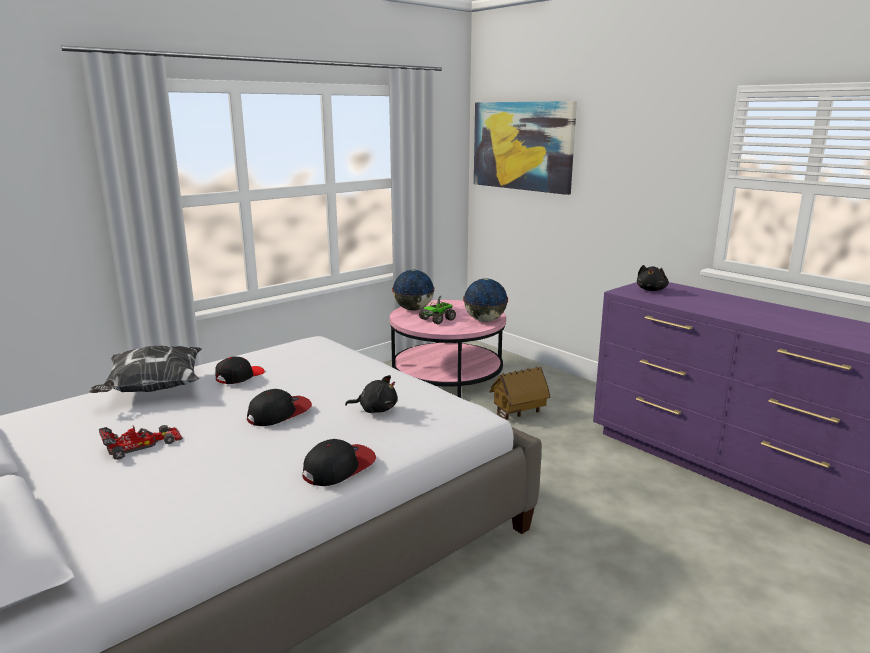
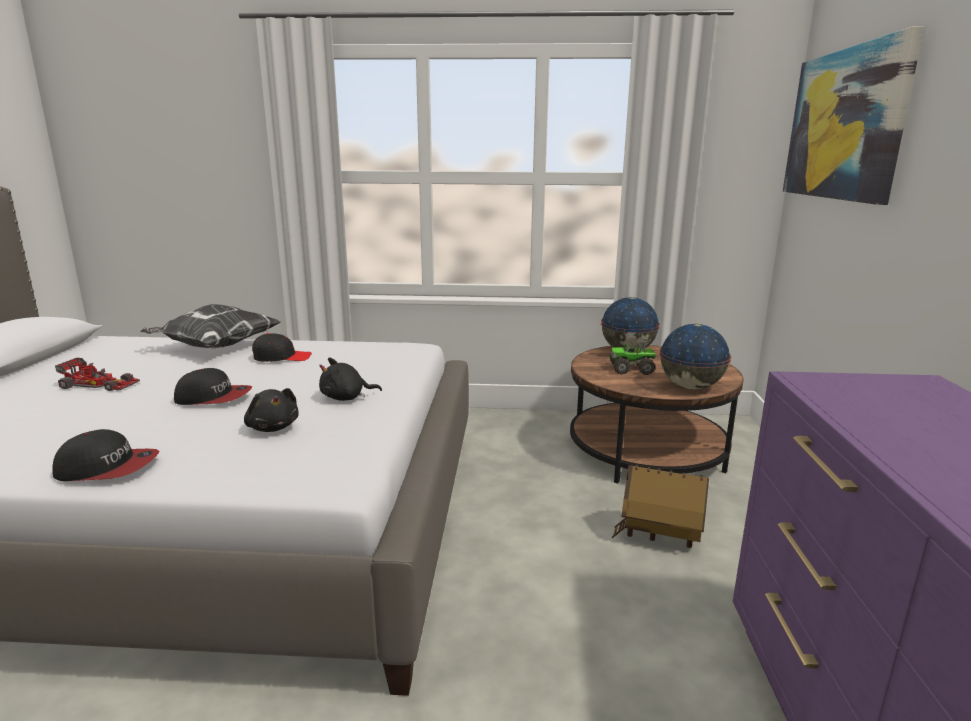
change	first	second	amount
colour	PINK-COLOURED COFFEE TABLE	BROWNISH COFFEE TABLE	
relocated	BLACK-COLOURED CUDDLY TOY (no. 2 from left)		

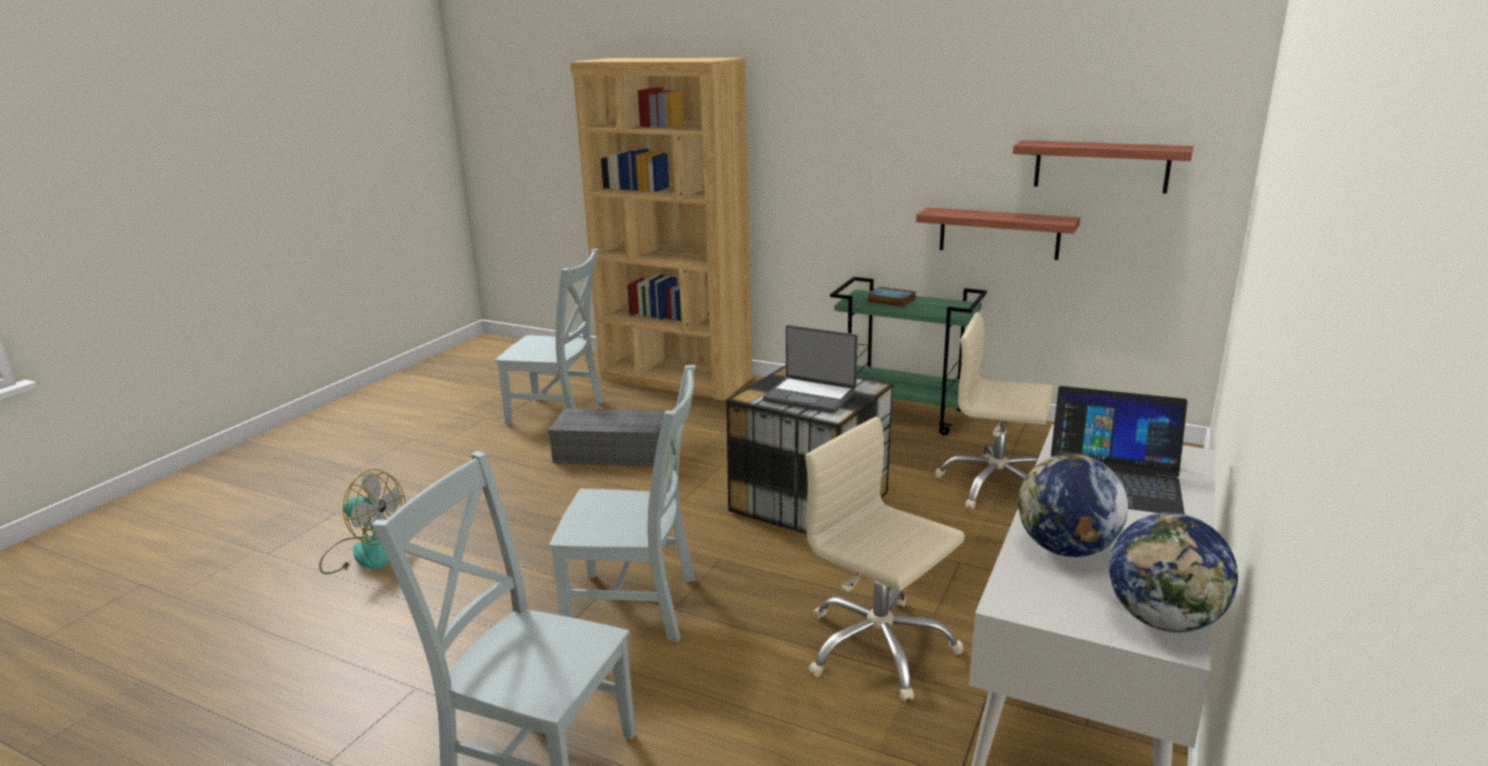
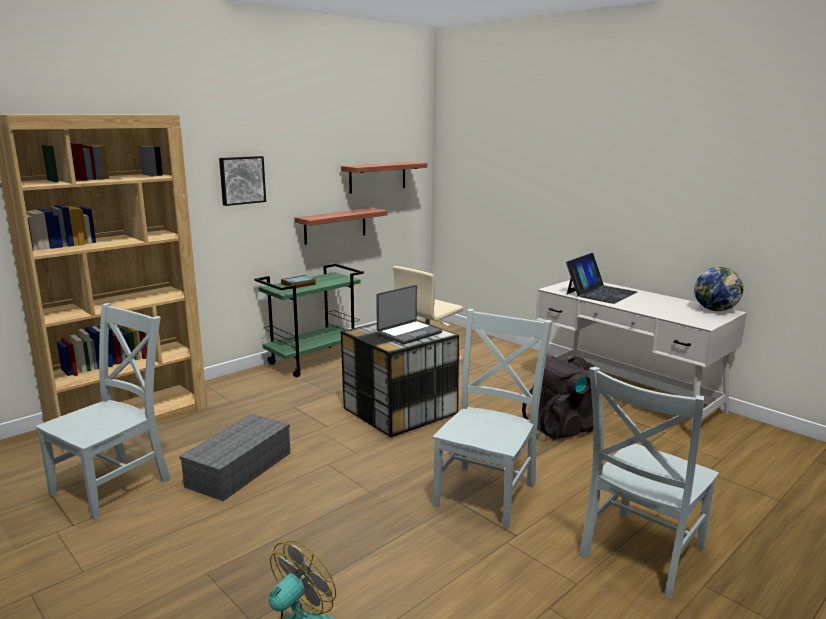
change	first	second	amount
exchanged	BEIGE-COLOURED COMPUTER CHAIR (no. 1 from left)	BLACK-COLOURED BACKPACK	
missing	GLOBE (no. 1 from left)		
appeared		PICTURE	

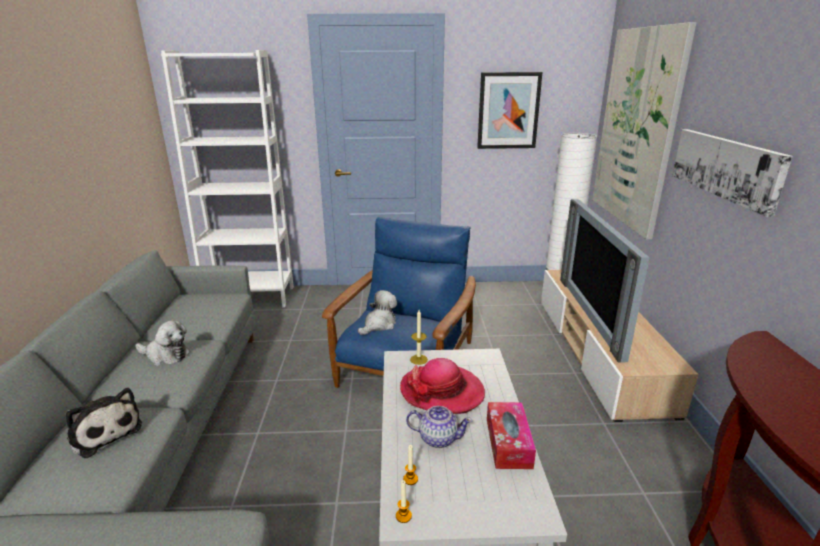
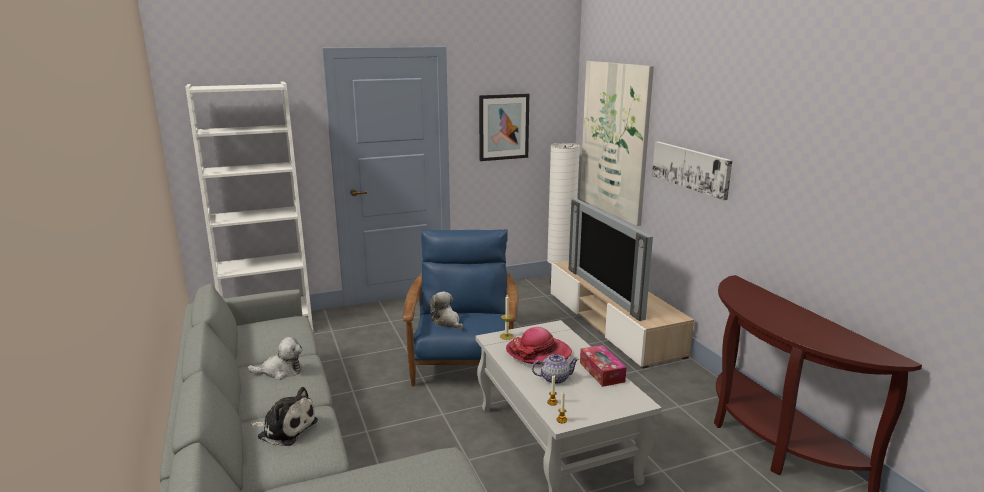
change	first	second	amount
spun	CUDDLY TOY (no. 3 from left)		60 degrees counterclockwise

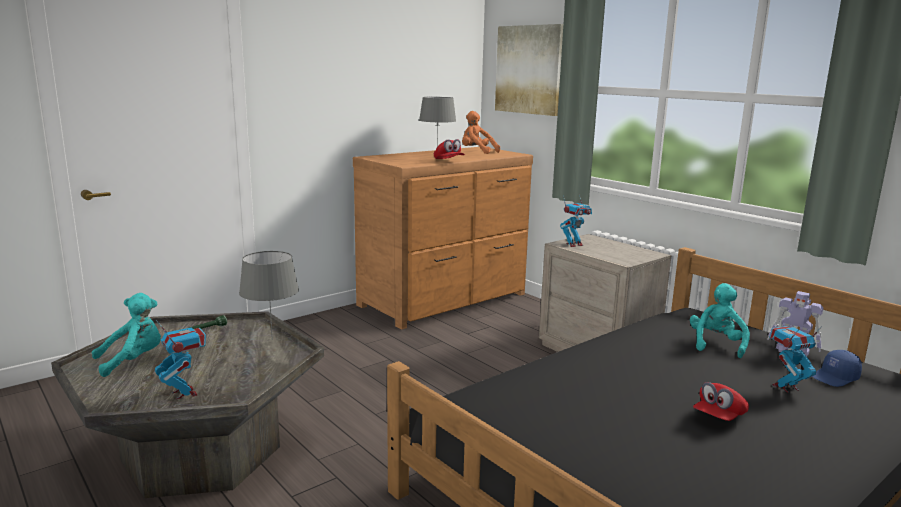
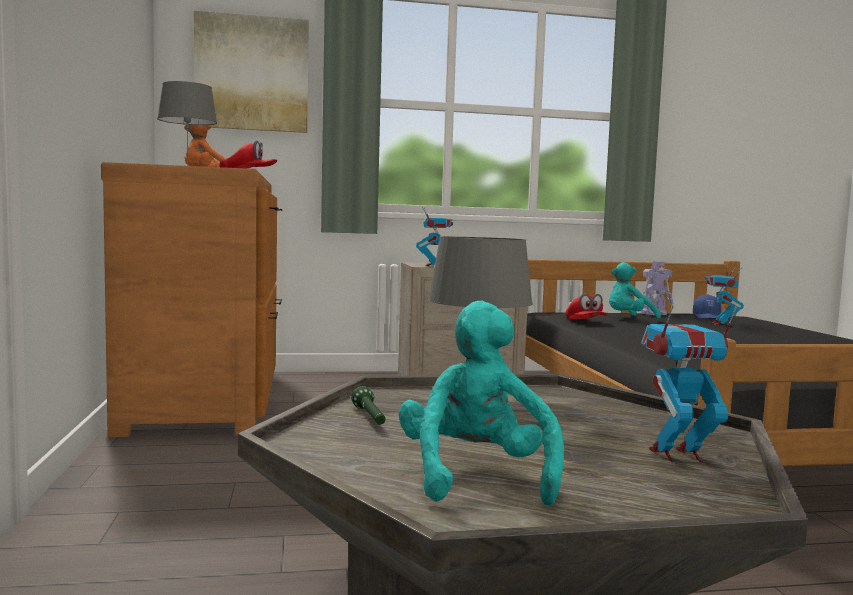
change	first	second	amount
spun	TURQUOISE-COLOURED CUDDLY TOY (no. 2 from left)		75 degrees counterclockwise
relocated	RED BASEBALL CAP (no. 2 from left)		

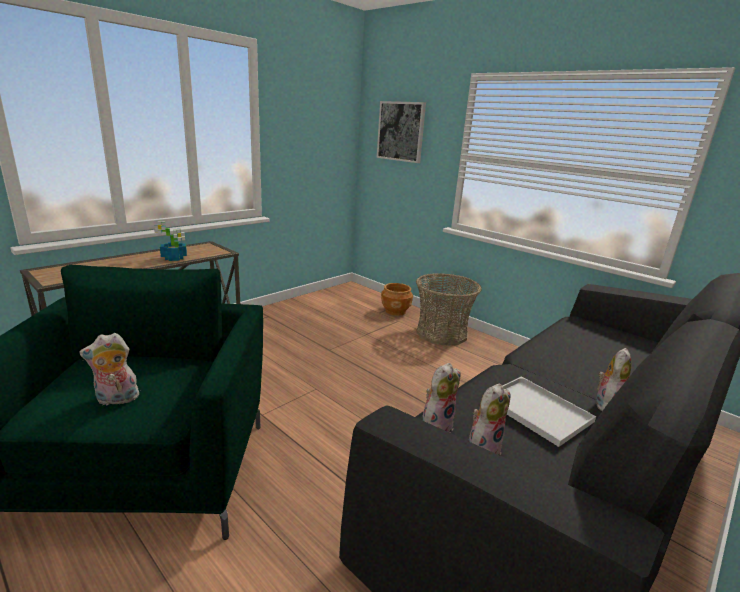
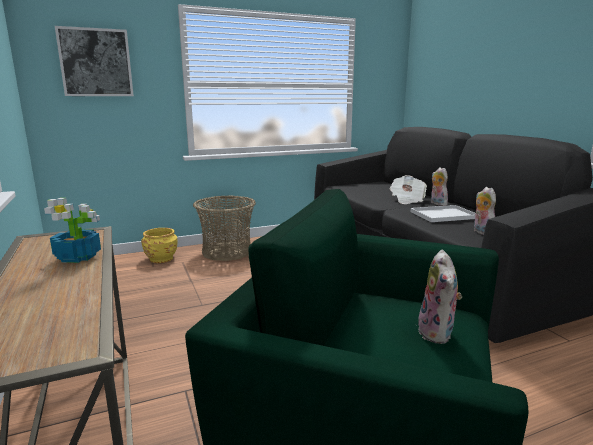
change	first	second	amount
colour	BROWNISH PLANT POT	YELLOW PLANT POT	
missing	CUDDLY TOY (no. 2 from left)		
appeared		DAILY PAPER	

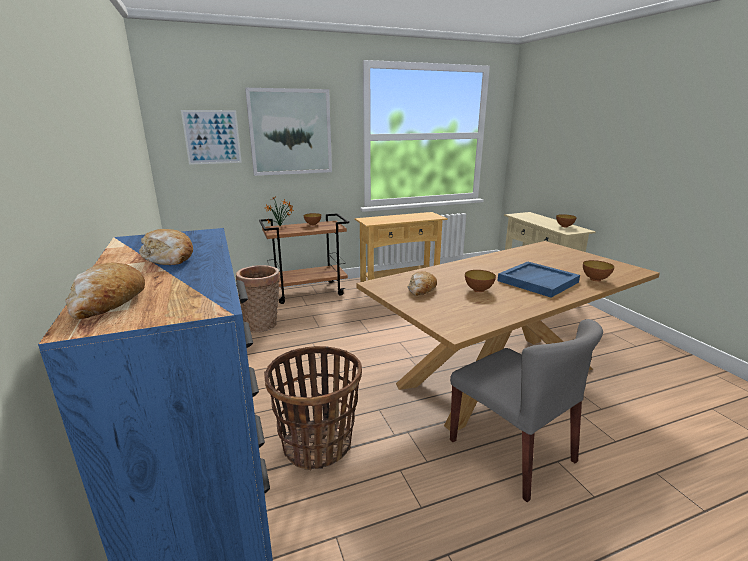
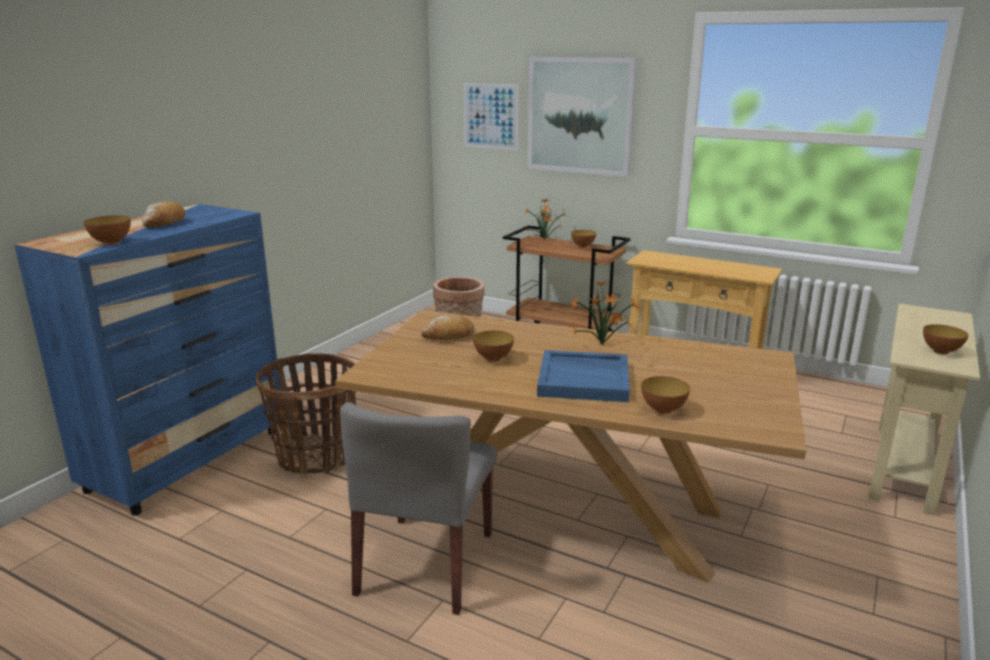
change	first	second	amount
missing	BREAD (no. 1 from left)		
appeared		SERVING BOWL (no. 1 from left)	
appeared		HOUSEPLANT (no. 2 from left)	

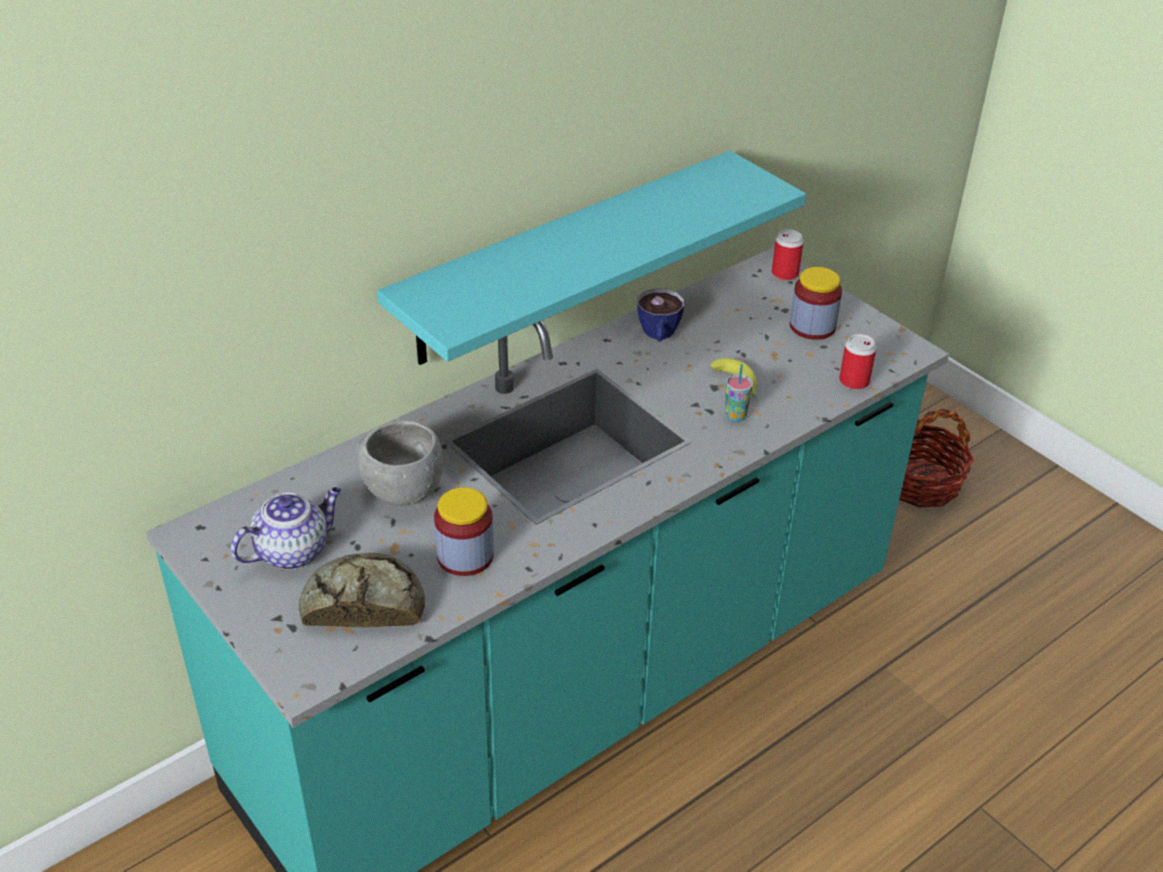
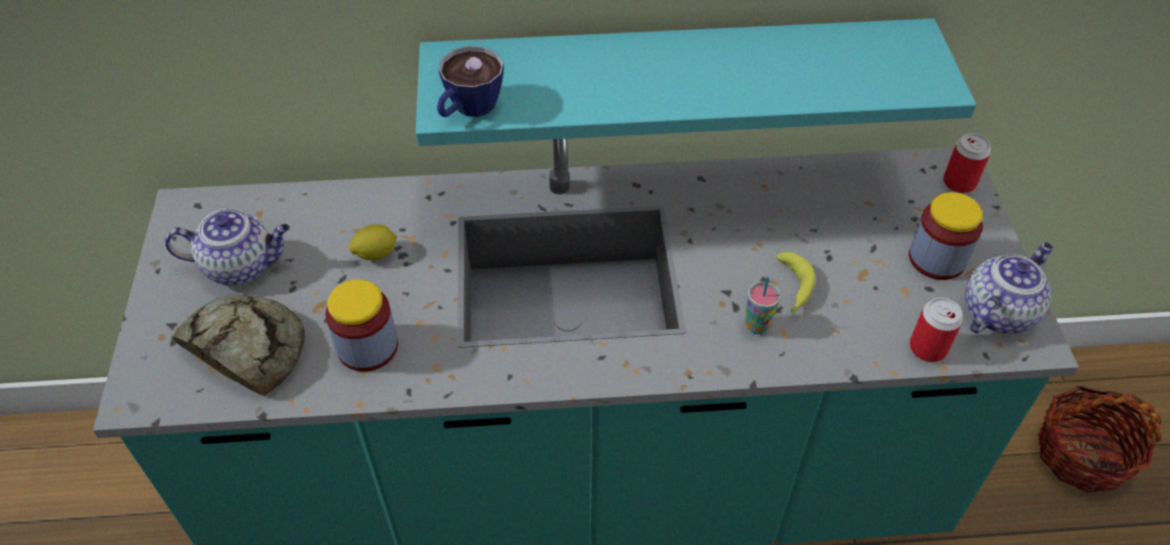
change	first	second	amount
exchanged	GREYISH SERVING BOWL	CITRUS FRUIT	
relocated	CUP (no. 1 from left)		
appeared		TEAPOT (no. 2 from left)	

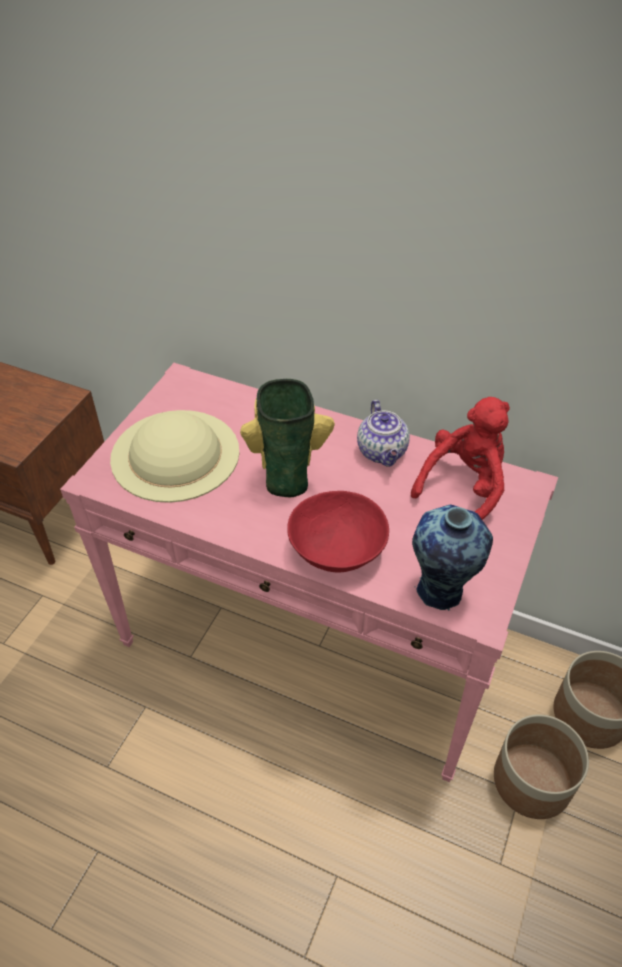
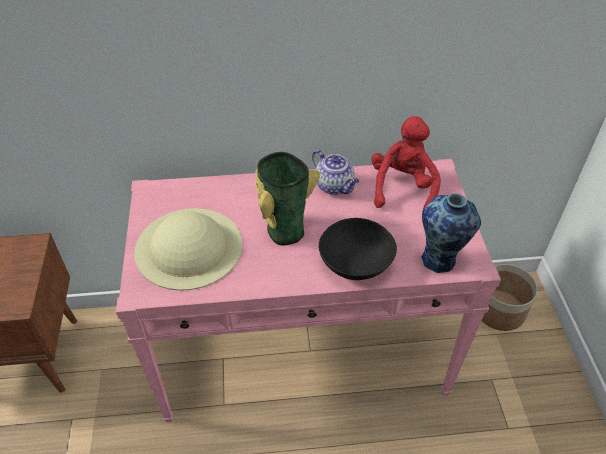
change	first	second	amount
colour	RED SERVING BOWL	BLACK-COLOURED SERVING BOWL	
missing	PLANT POT (no. 1 from left)		

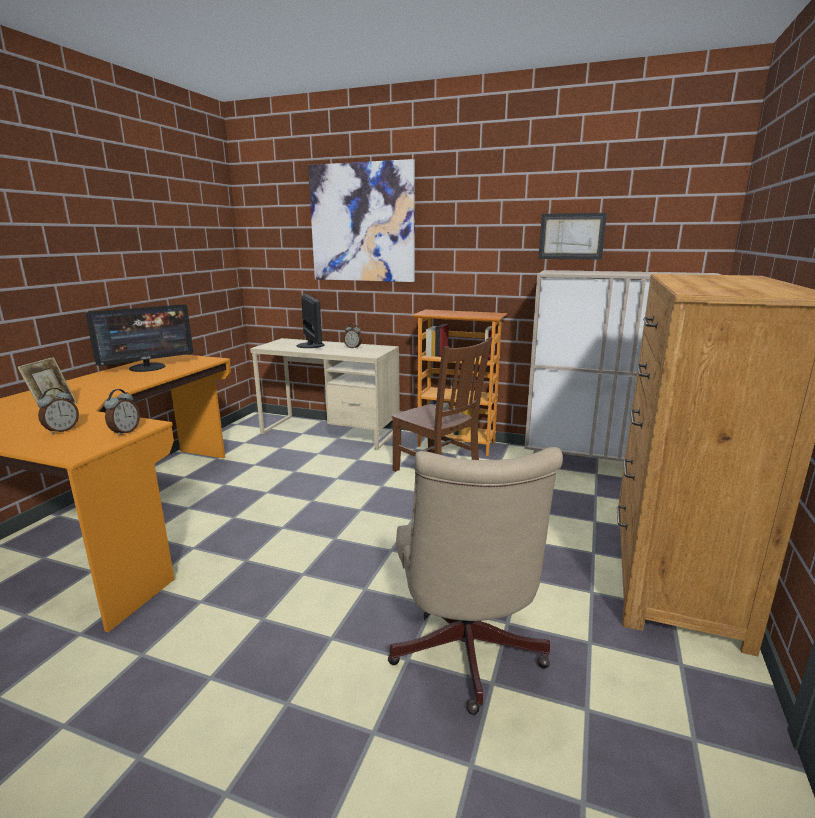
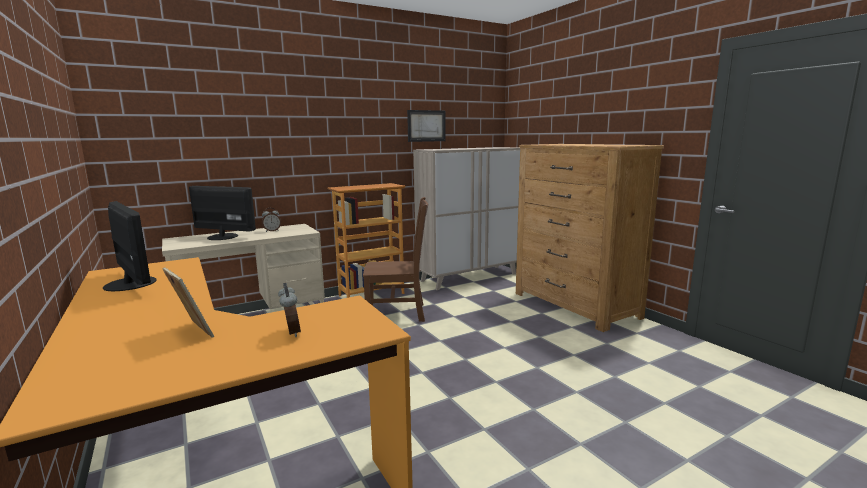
change	first	second	amount
spun	COMPUTER SCREEN (no. 1 from left)		45 degrees counterclockwise
missing	ALARM CLOCK (no. 2 from left)		
missing	PICTURE (no. 1 from left)		
missing	BEIGE-COLOURED COMPUTER CHAIR		

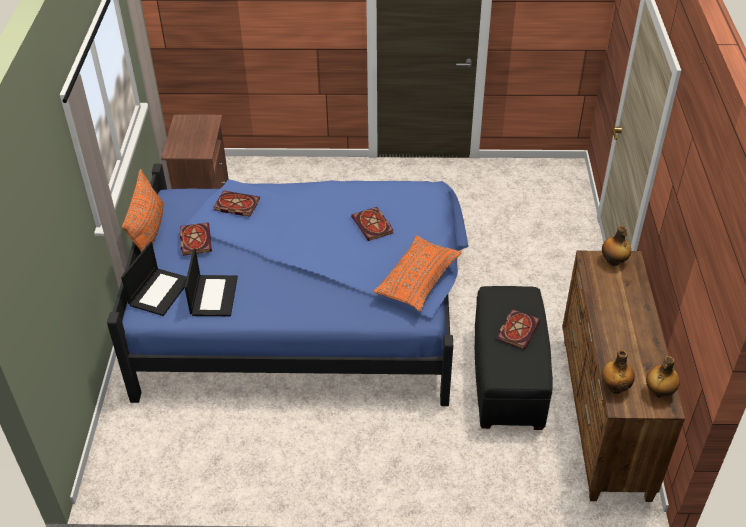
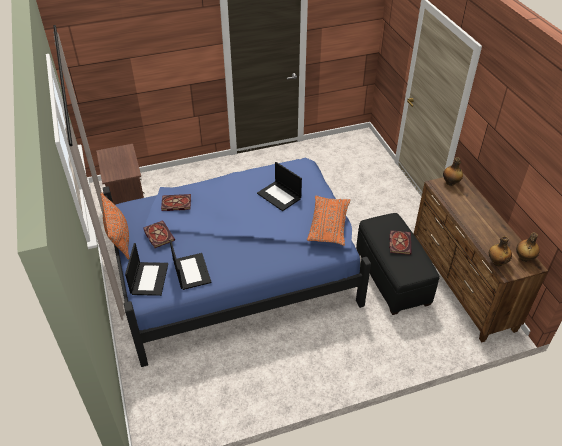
change	first	second	amount
exchanged	BOUND BOOK (no. 3 from left)	LAPTOP (no. 3 from left)	

